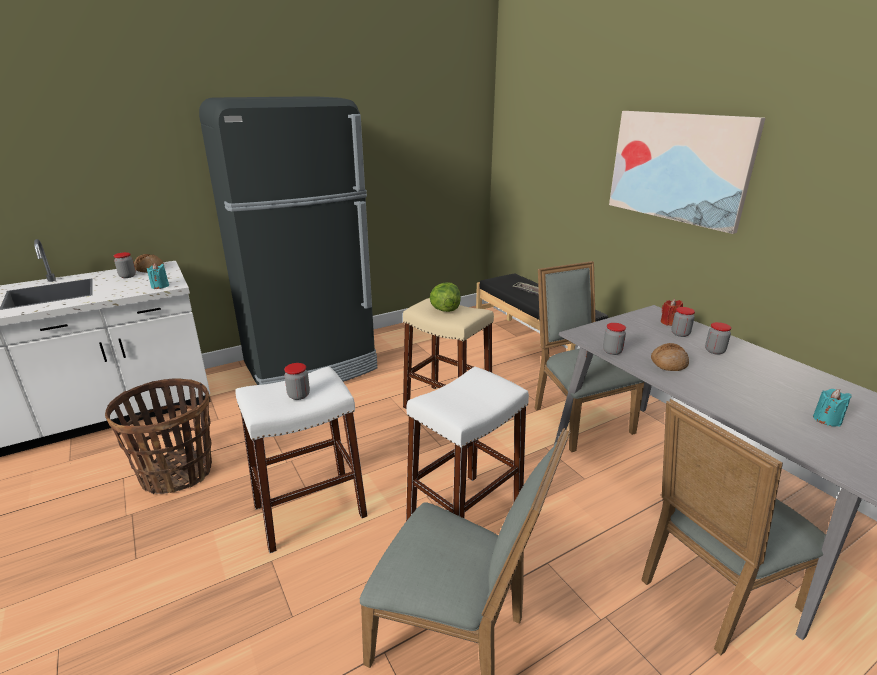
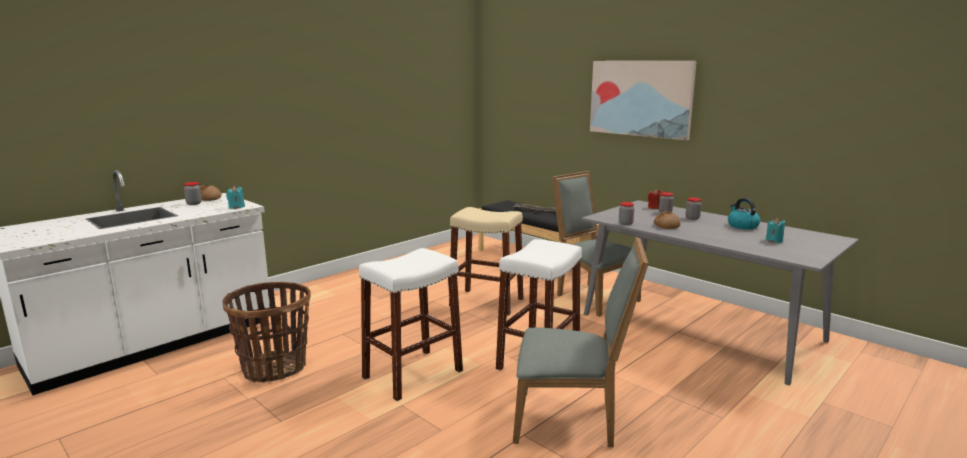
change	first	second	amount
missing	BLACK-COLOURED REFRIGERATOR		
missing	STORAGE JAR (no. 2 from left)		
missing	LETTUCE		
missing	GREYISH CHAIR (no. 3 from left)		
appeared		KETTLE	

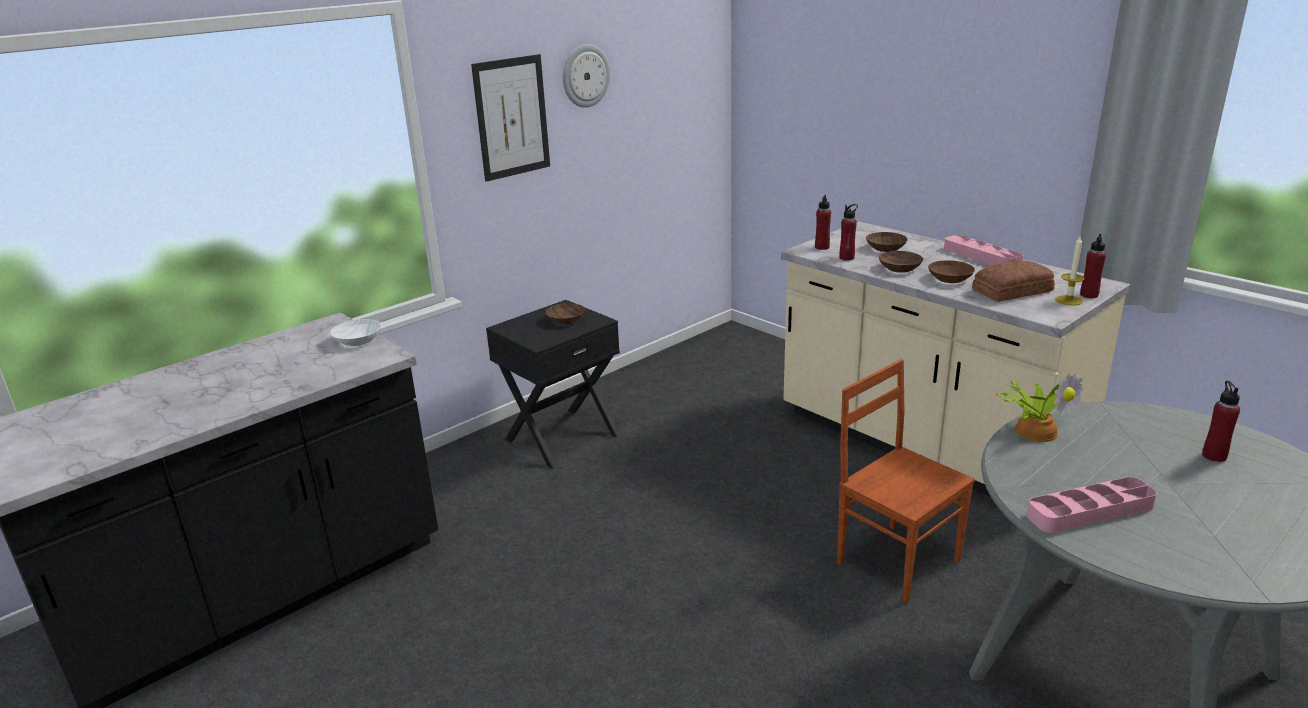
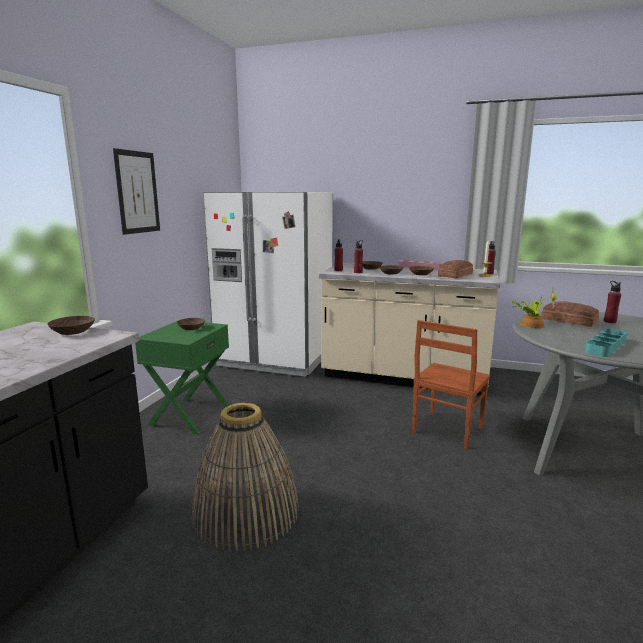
change	first	second	amount
colour	WHITISH SERVING BOWL	BROWNISH SERVING BOWL (no. 1 from left)	
colour	BLACK-COLOURED NIGHTSTAND	GREENISH NIGHTSTAND	
missing	CLOCK ON THE WALL		
spun	BROWNISH CHAIR		75 degrees counterclockwise
colour	PINK-COLOURED TRAY (no. 2 from left)	TURQUOISE-COLOURED TRAY	
appeared		HOUSEHOLD BASKET	
appeared		WHITISH REFRIGERATOR	
appeared		BREAD (no. 2 from left)	

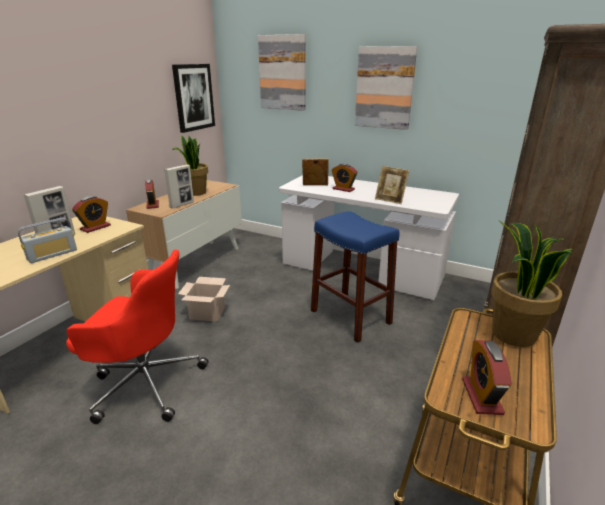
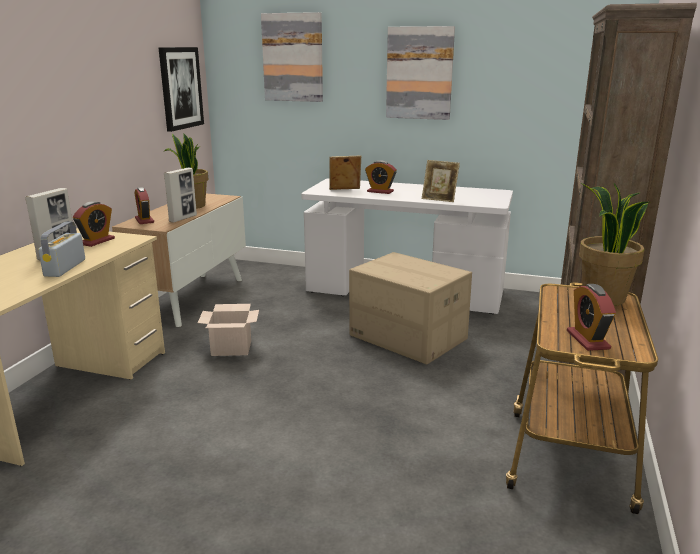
change	first	second	amount
spun	RADIO		150 degrees clockwise
missing	RED COMPUTER CHAIR		
exchanged	BLUISH SITTING STOOL	CARTON (no. 2 from left)	

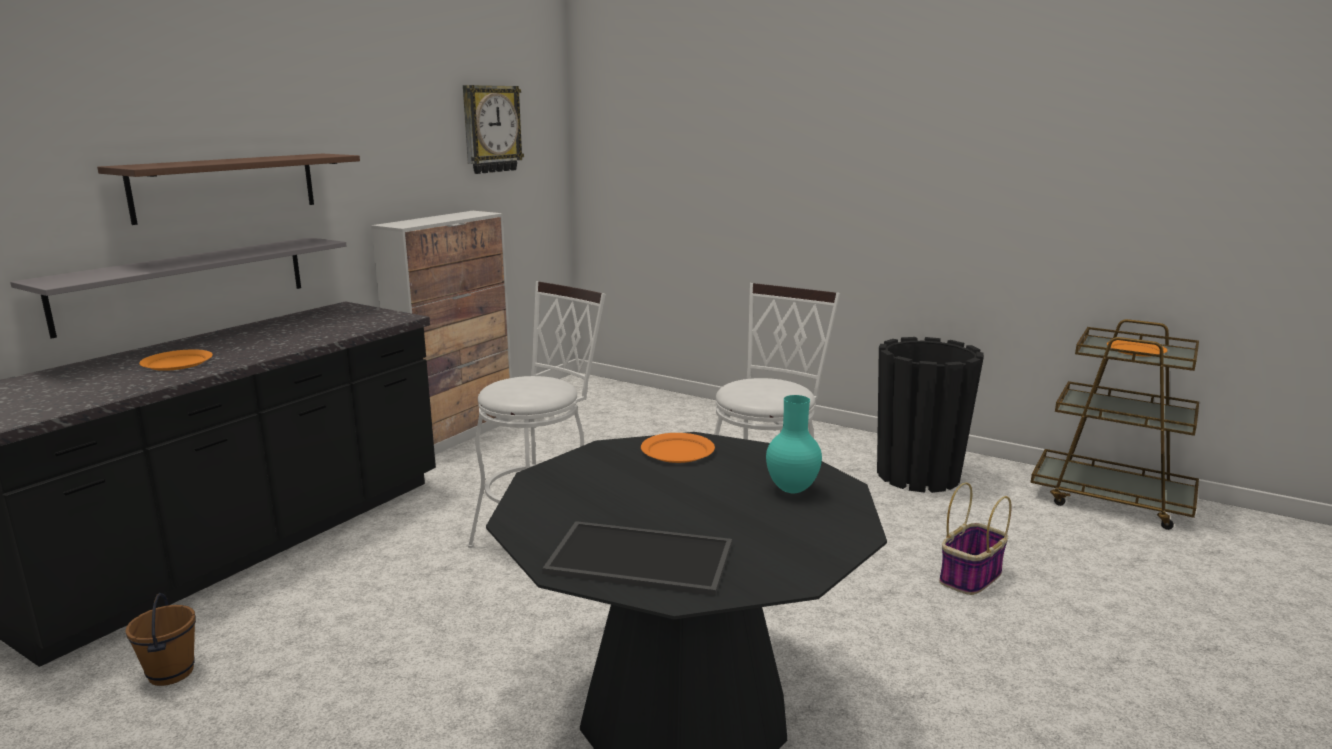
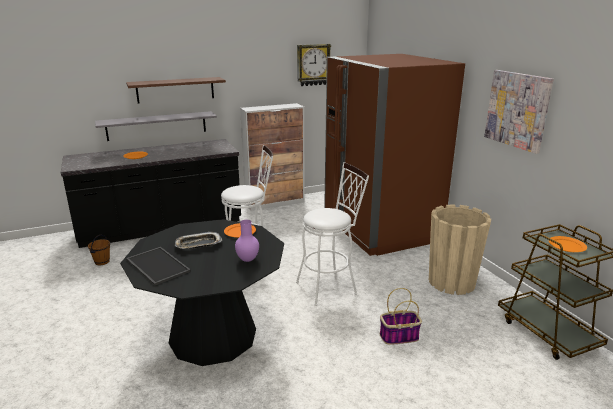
change	first	second	amount
colour	TURQUOISE-COLOURED DECORATIVE VASE	PURPLE DECORATIVE VASE	
colour	BLACK-COLOURED PLANT POT	BEIGE-COLOURED PLANT POT	
appeared		TRAY (no. 2 from left)	
appeared		BROWNISH REFRIGERATOR	
appeared		PICTURE	

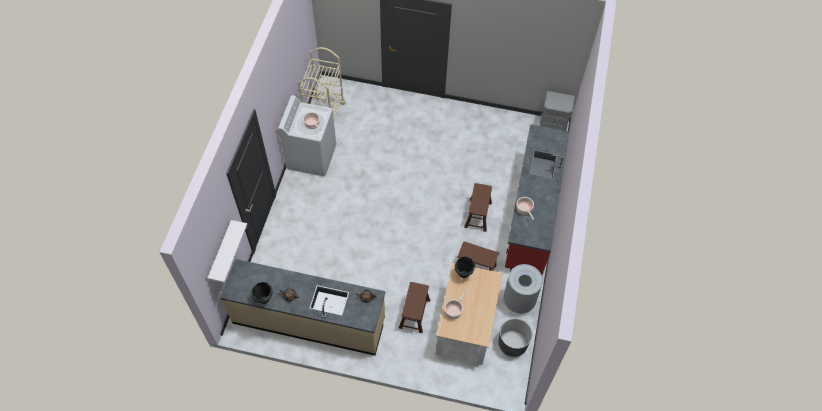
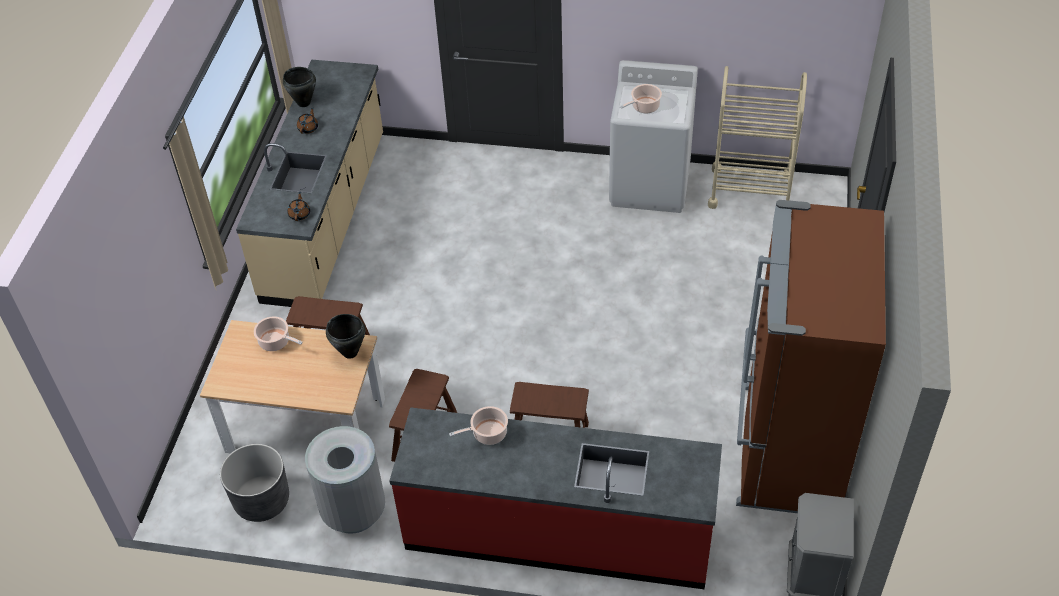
change	first	second	amount
missing	WHITISH WALL SHELF		
appeared		BROWNISH REFRIGERATOR	

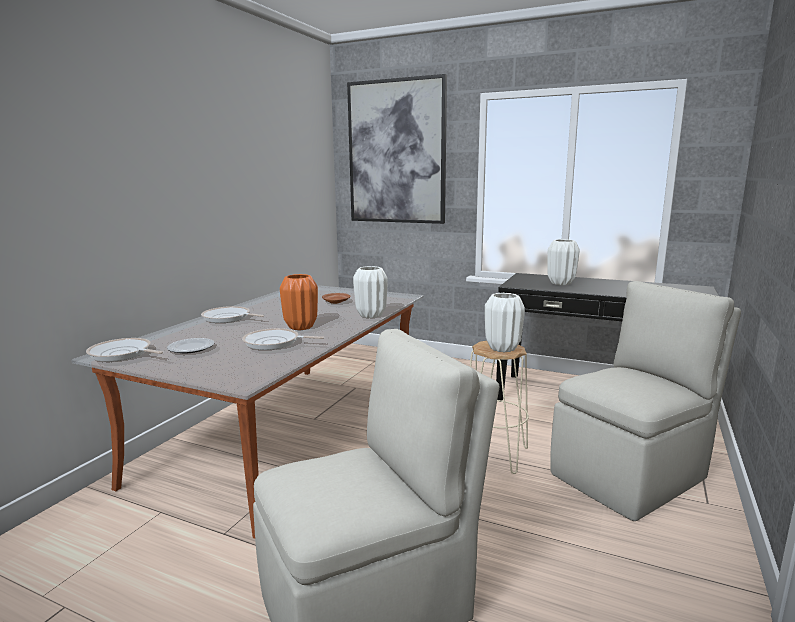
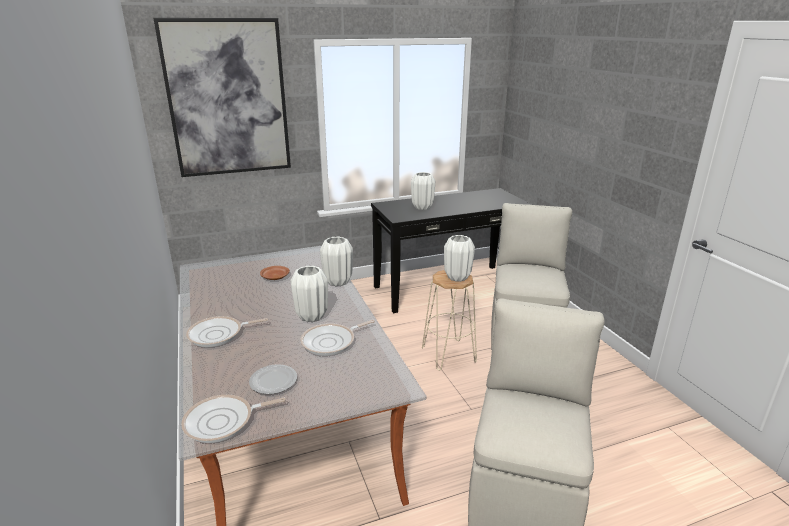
change	first	second	amount
colour	ORANGE DECORATIVE VASE	WHITISH DECORATIVE VASE (no. 1 from left)	

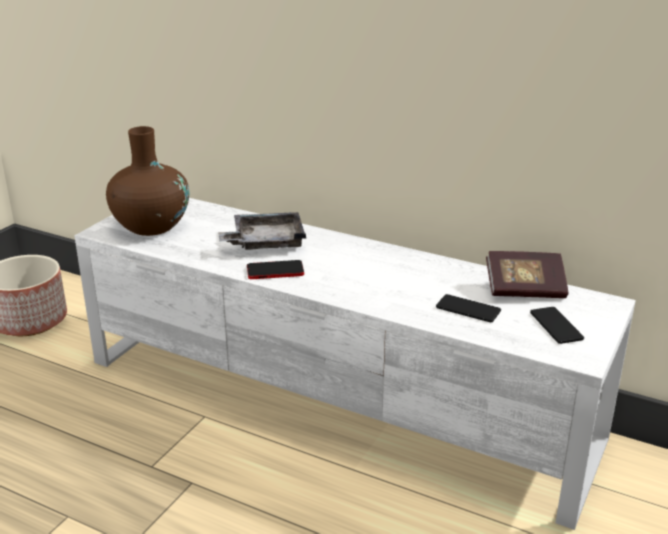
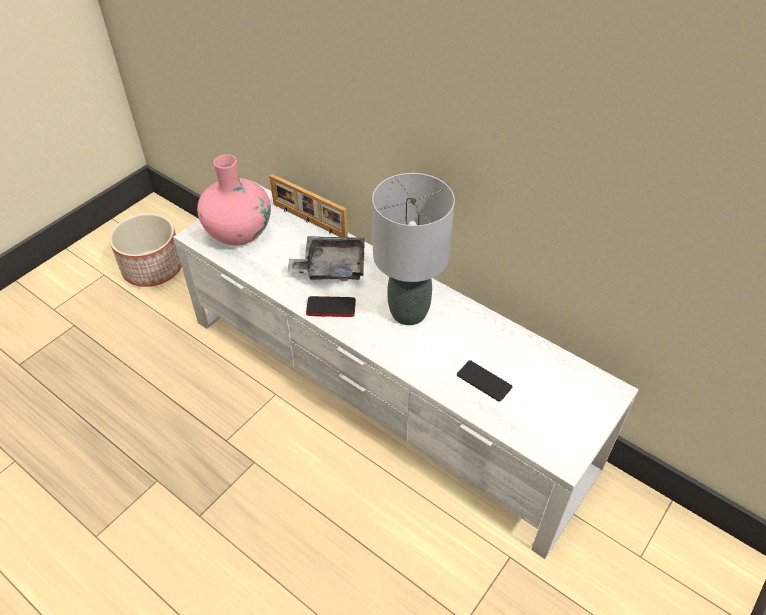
change	first	second	amount
colour	BROWNISH DECORATIVE VASE	PINK-COLOURED DECORATIVE VASE	
missing	BOUND BOOK		
missing	HANDSET (no. 3 from left)		
appeared		PICTURE FRAME	
appeared		GREYISH LAMP FOR A TABLE	

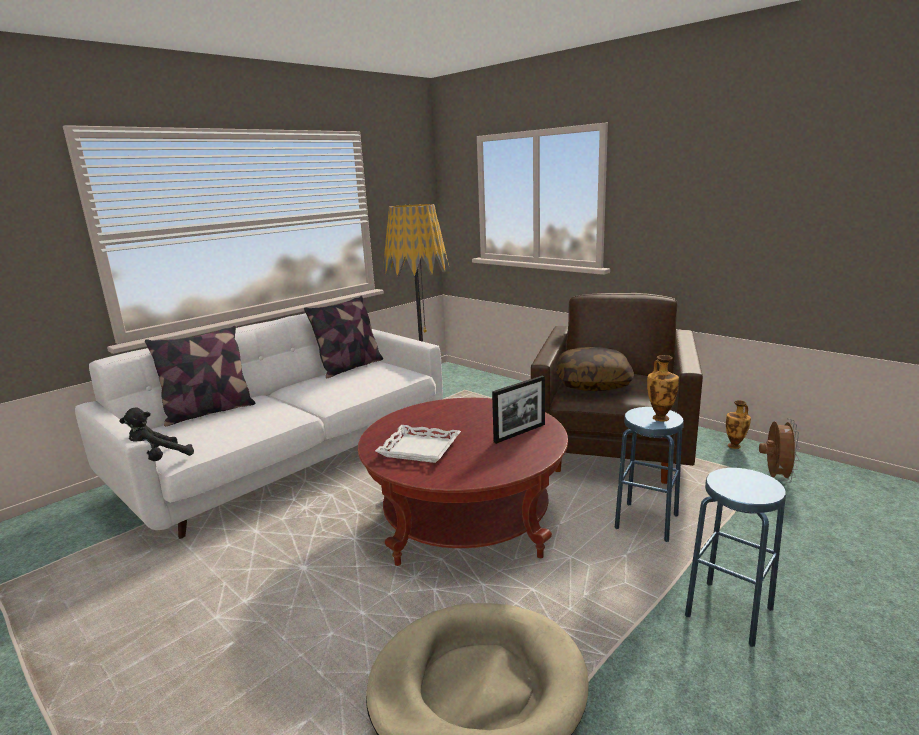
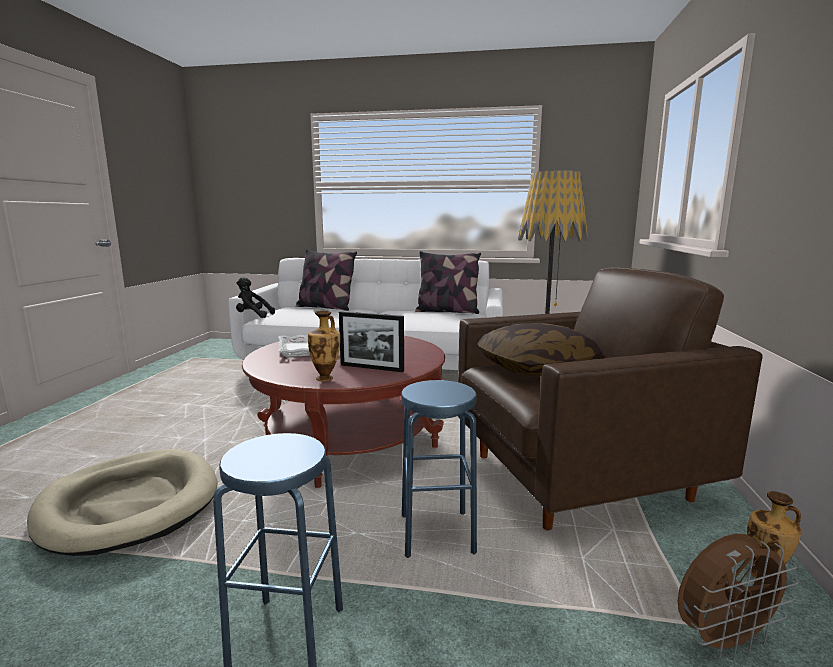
change	first	second	amount
relocated	DECORATIVE VASE (no. 1 from left)		

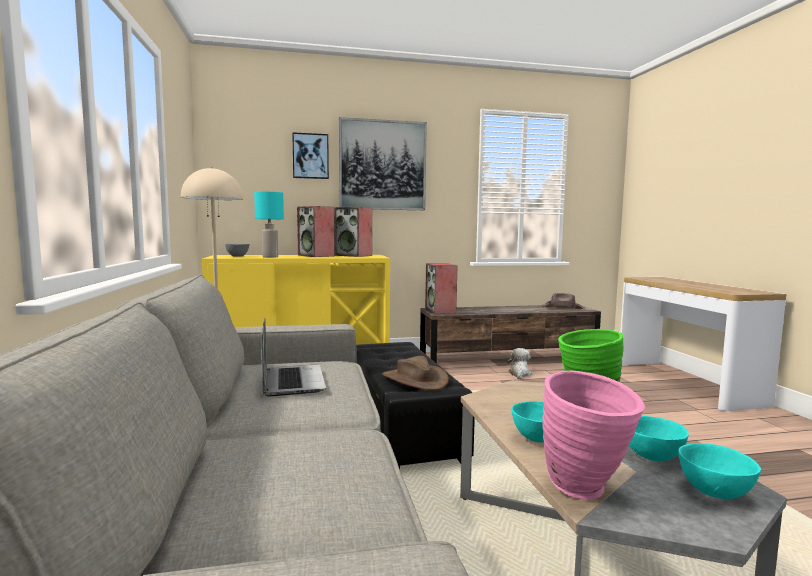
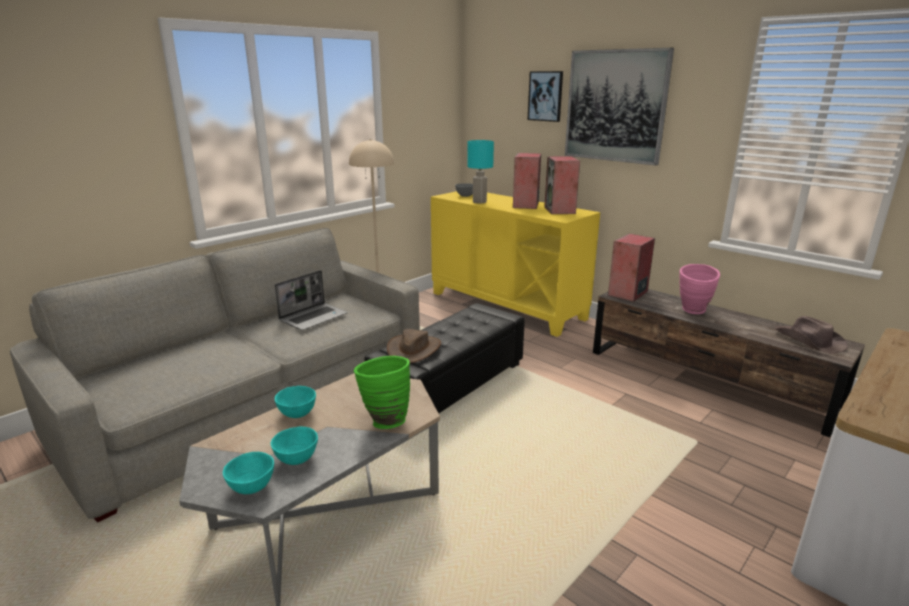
change	first	second	amount
missing	CUDDLY TOY		
relocated	PINK-COLOURED DECORATIVE VASE		

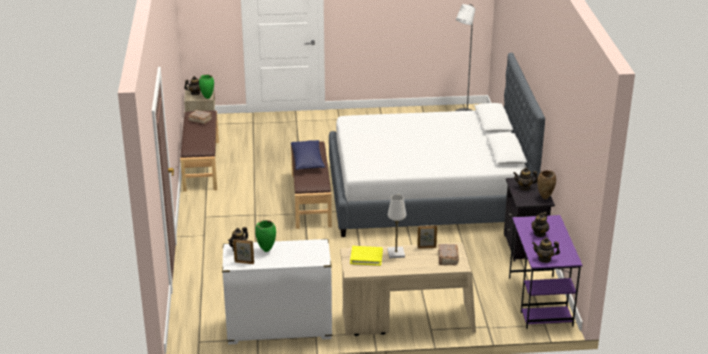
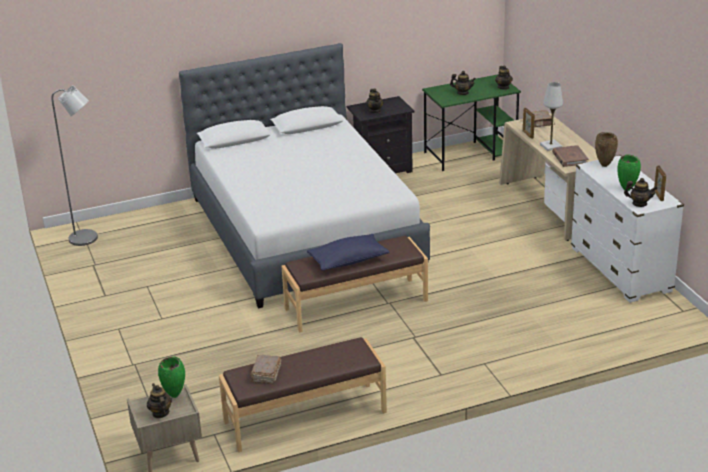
change	first	second	amount
colour	YELLOW BOUND BOOK	BROWNISH BOUND BOOK (no. 3 from left)	
colour	PURPLE DESK TABLE	GREENISH DESK TABLE	
relocated	BROWNISH DECORATIVE VASE		

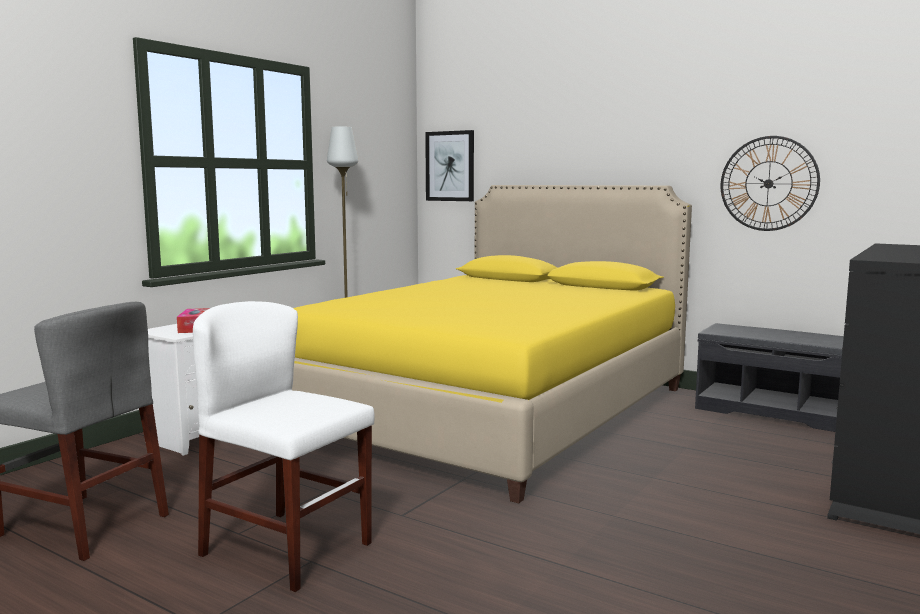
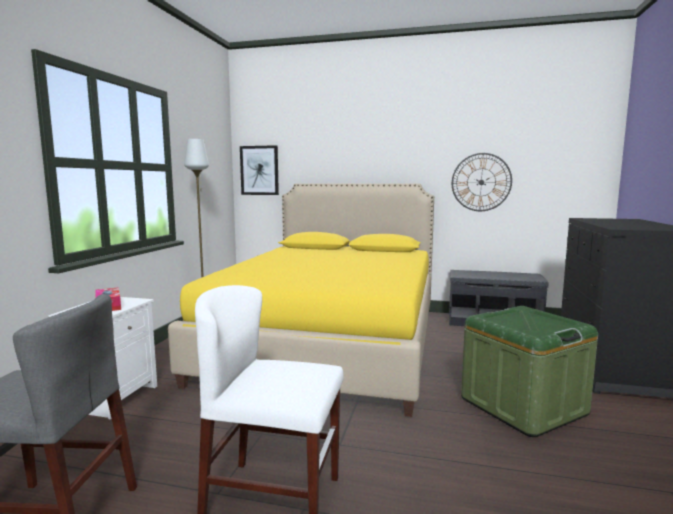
change	first	second	amount
appeared		GREENISH STORAGE BIN	

